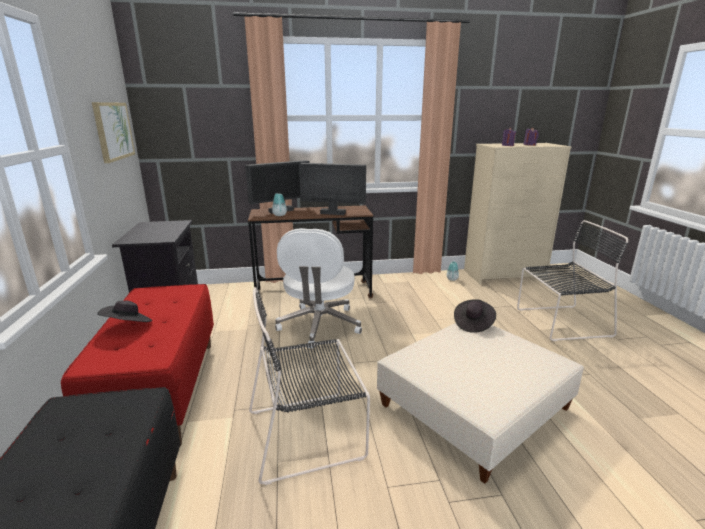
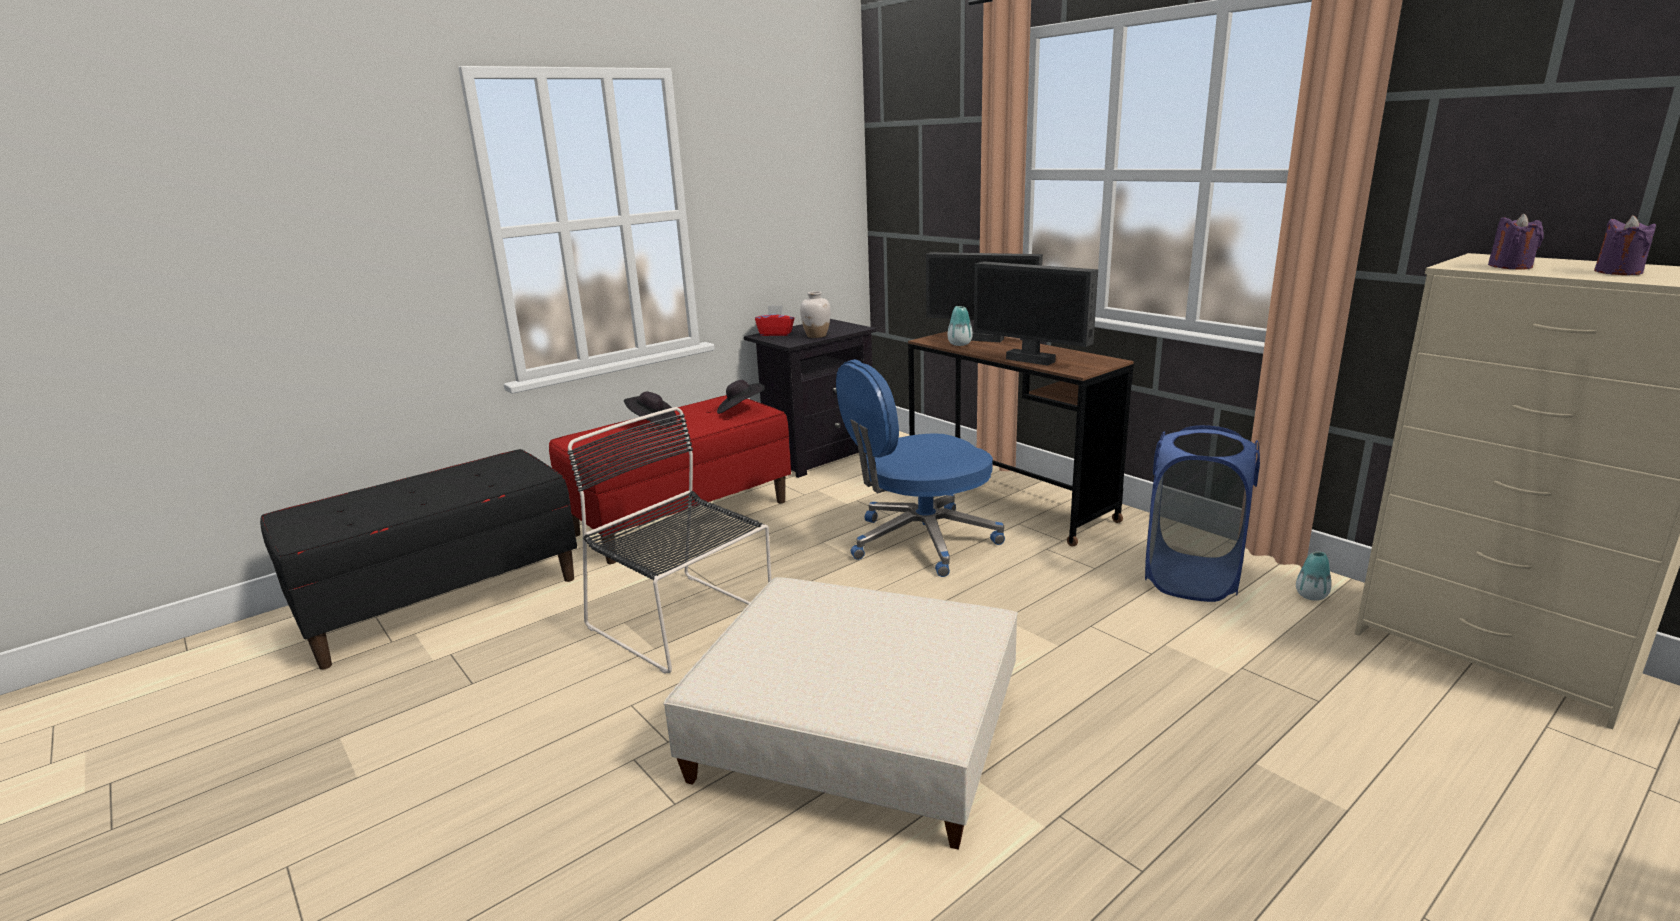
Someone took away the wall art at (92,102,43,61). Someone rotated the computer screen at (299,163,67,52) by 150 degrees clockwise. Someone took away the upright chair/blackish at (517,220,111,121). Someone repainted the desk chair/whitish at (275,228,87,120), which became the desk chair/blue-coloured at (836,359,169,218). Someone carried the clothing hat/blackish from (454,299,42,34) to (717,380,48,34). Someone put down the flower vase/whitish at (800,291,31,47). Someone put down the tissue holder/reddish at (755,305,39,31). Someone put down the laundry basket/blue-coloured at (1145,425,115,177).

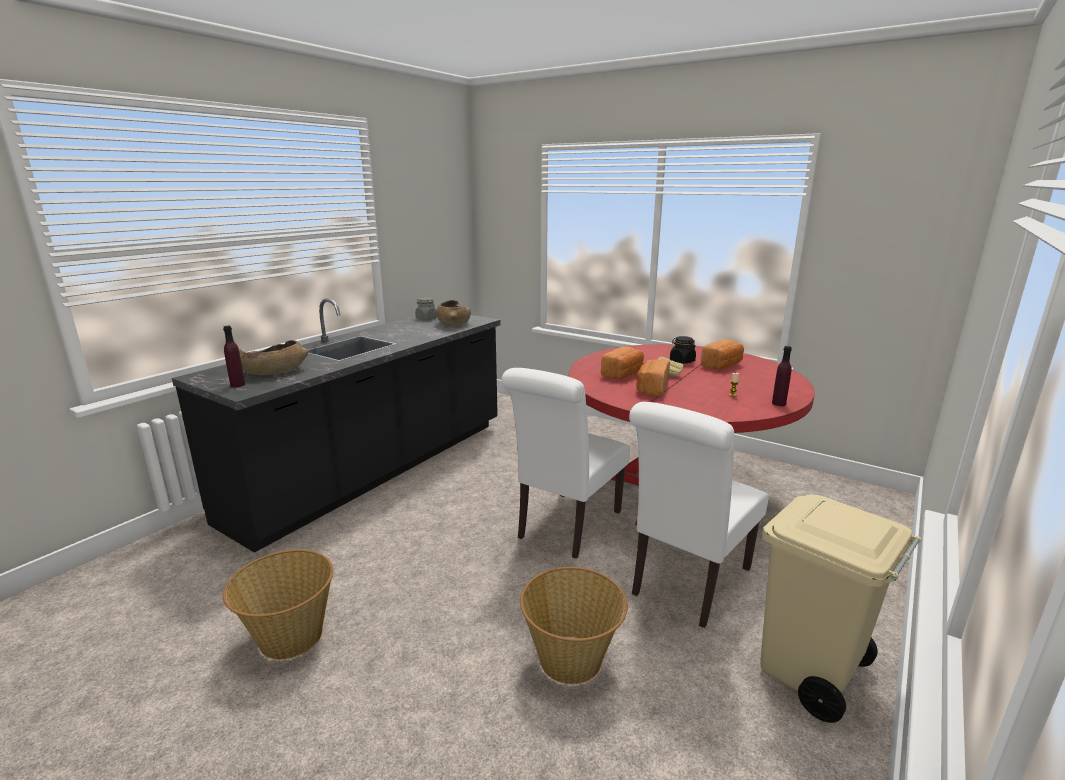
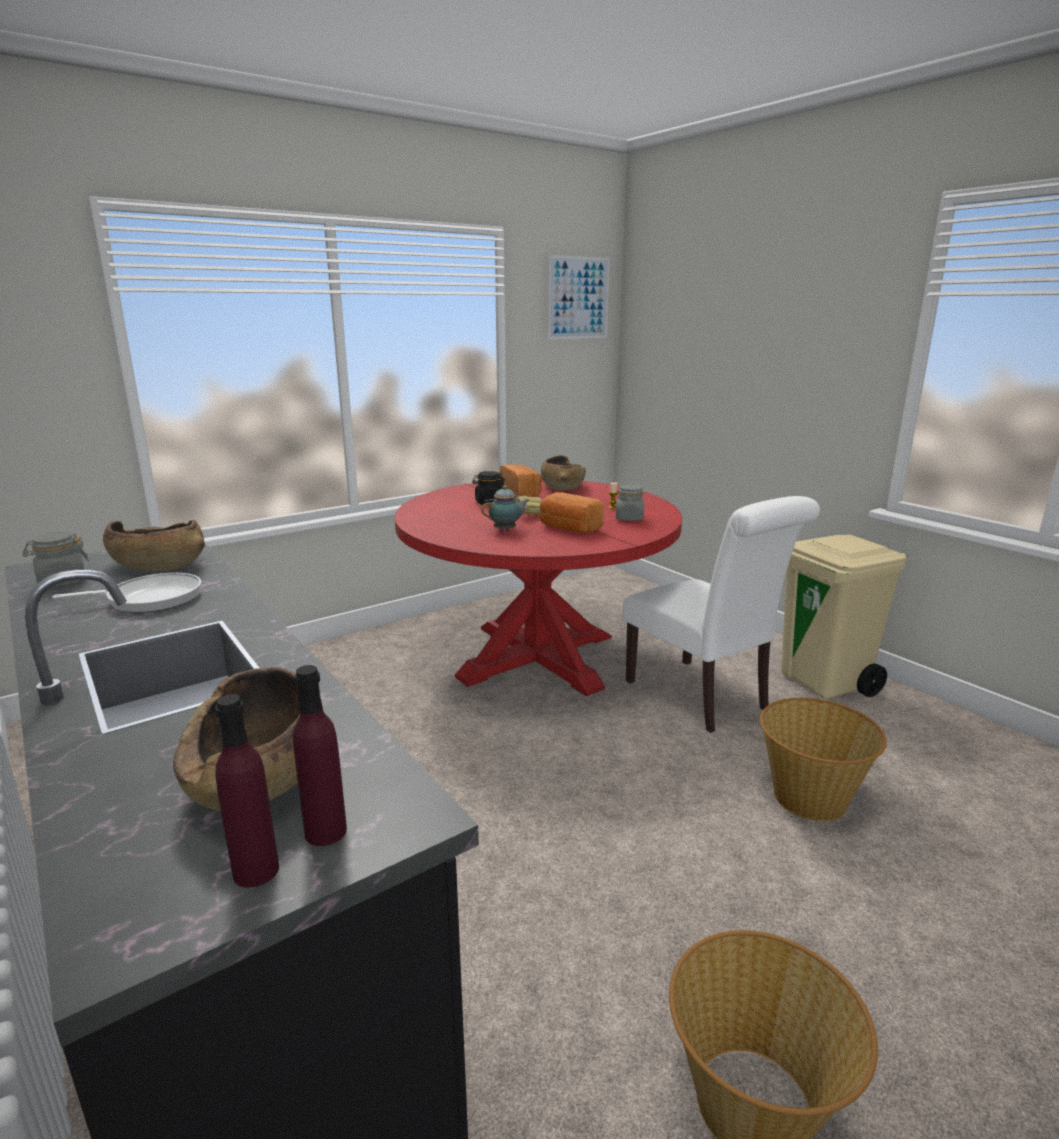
Someone swapped the bakery bread at (601,346,43,33) for the tea pot at (481,485,48,46). Someone carried the beverage bottle/purple from (772,346,20,60) to (215,694,64,194). Someone took away the upright chair/whitish at (501,368,129,191). Someone put up the wall art at (548,255,62,85). Someone put down the deep dish/brown at (541,455,45,35). Someone put down the preserve jar/gray at (616,484,28,37). Someone put down the skillet at (52,573,149,40).

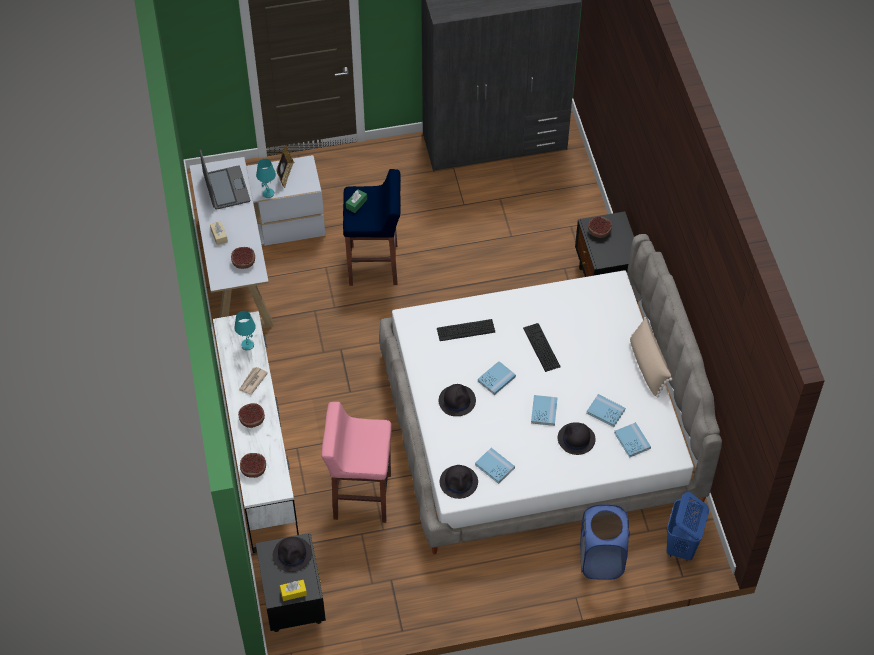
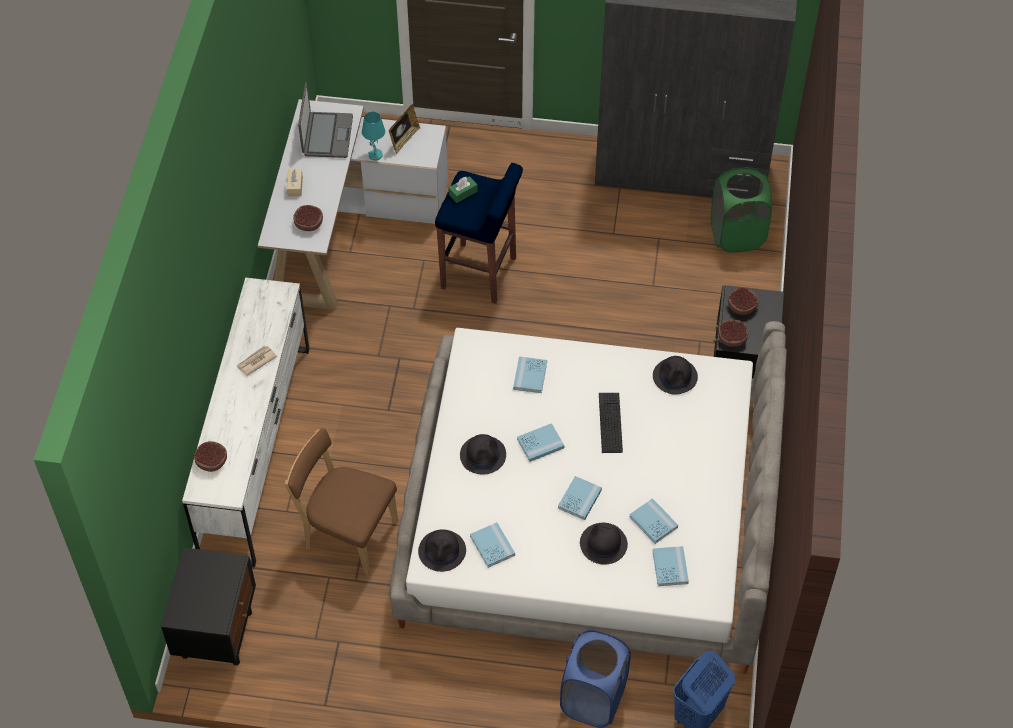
Someone took away the lamp for a table/turquoise at (234,311,22,39). Someone took away the cushion/sand-coloured at (630,317,42,80). Someone swapped the keyboard at (437,319,58,22) for the bound book/blue-coloured at (513,356,34,37). Someone swapped the sitting stool/pinkish at (321,402,71,121) for the upright chair/brown at (285,428,113,147). Someone carried the deep dish from (238,403,27,25) to (718,320,30,27). Someone carried the clothing hat/blackish from (273,537,39,35) to (653,356,45,39). Someone took away the tissue holder/yellow-coloured at (280,580,27,21). Someone put down the laundry basket/green-coloured at (711,167,61,86).

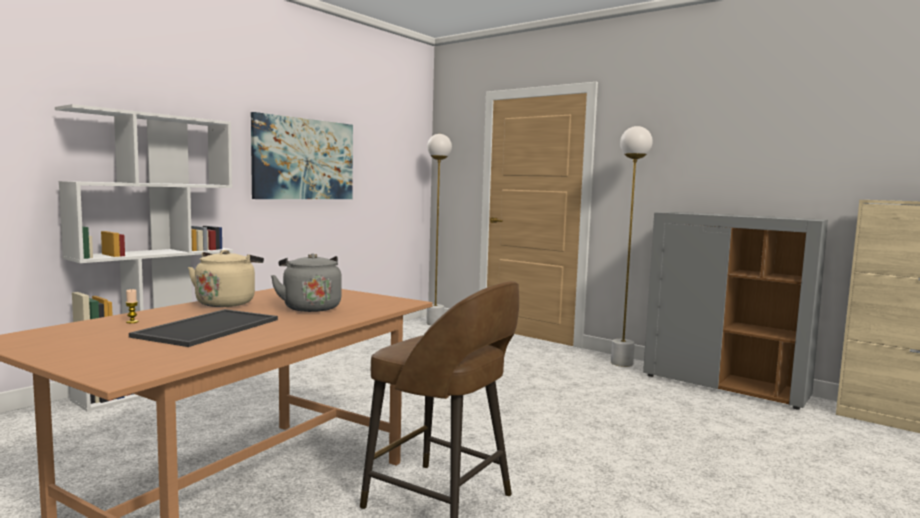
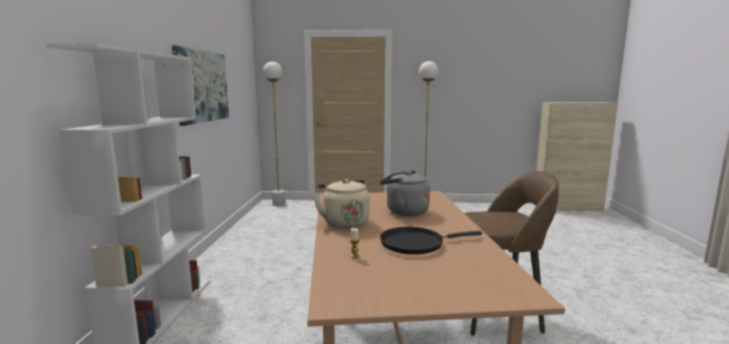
Someone took away the cabinet/gray at (643,212,185,197). Someone swapped the serving tray at (129,309,149,38) for the skillet/blackish at (380,227,102,28).

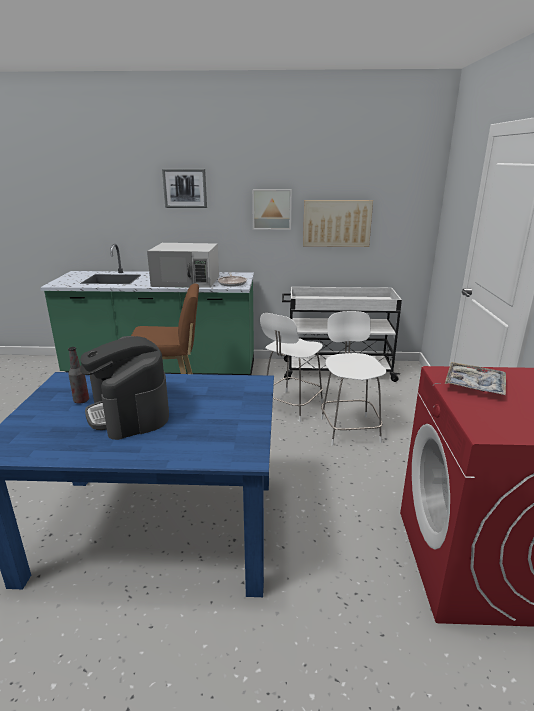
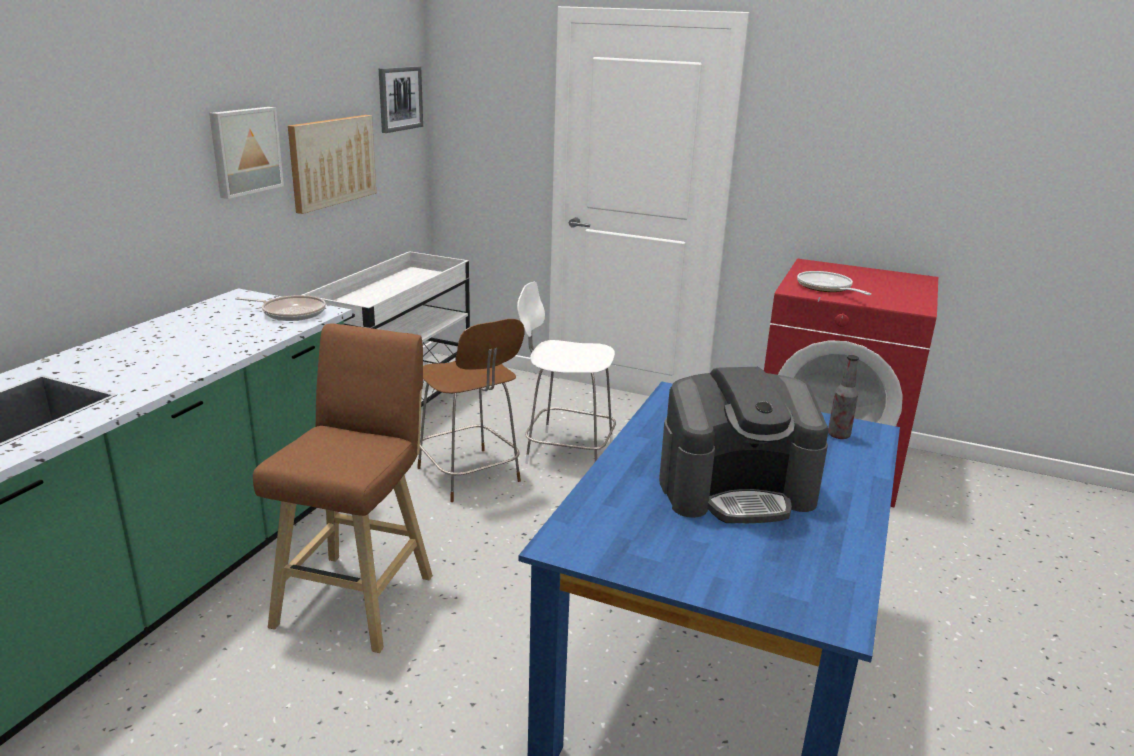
Someone carried the wall art from (162,169,45,39) to (379,66,44,67). Someone took away the microwave oven/whitish at (147,243,72,45). Someone repainted the sitting stool/whitish at (260,313,63,109), which became the sitting stool/brown at (417,319,108,183). Someone carried the beverage bottle from (68,347,21,57) to (828,355,31,84). Someone swapped the serving tray at (445,362,61,33) for the skillet at (797,271,74,24).

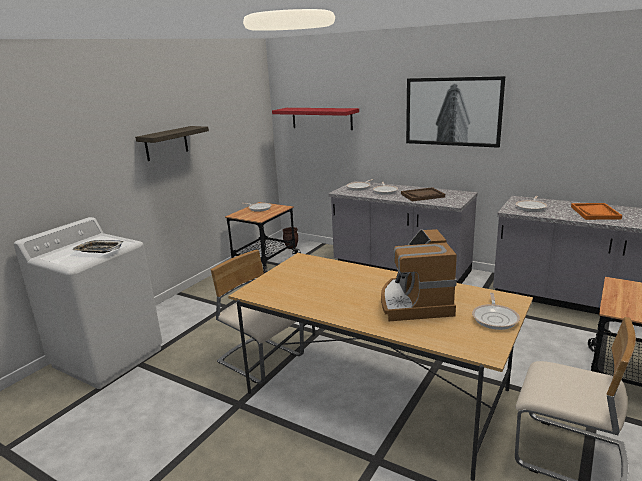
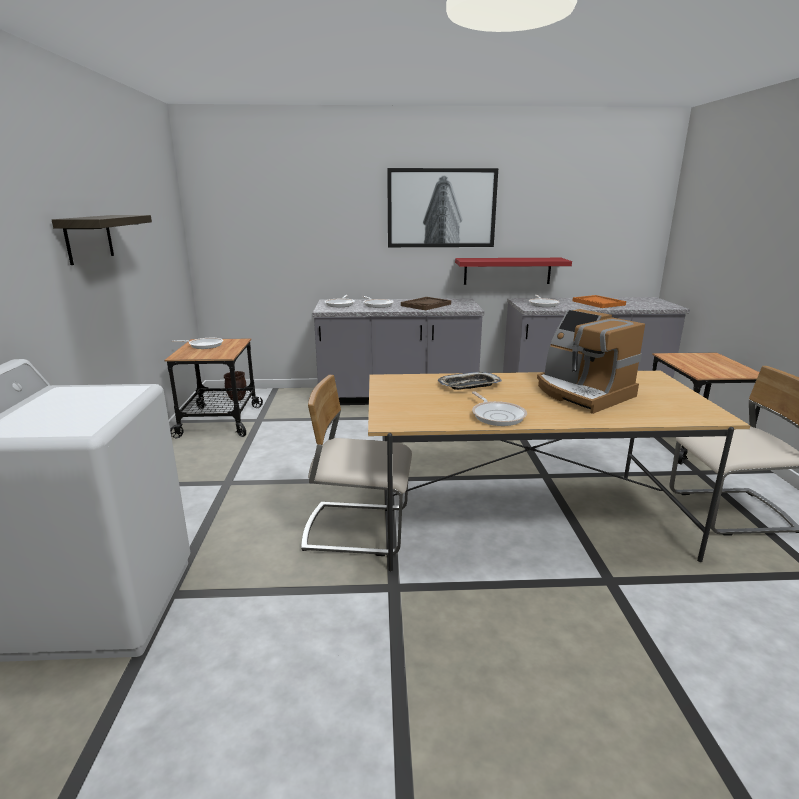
Someone carried the bracket shelf/reddish from (272,108,87,22) to (455,258,117,27). Someone carried the serving tray from (73,240,50,13) to (438,372,64,18). Someone carried the skillet from (472,293,48,37) to (472,392,55,34).

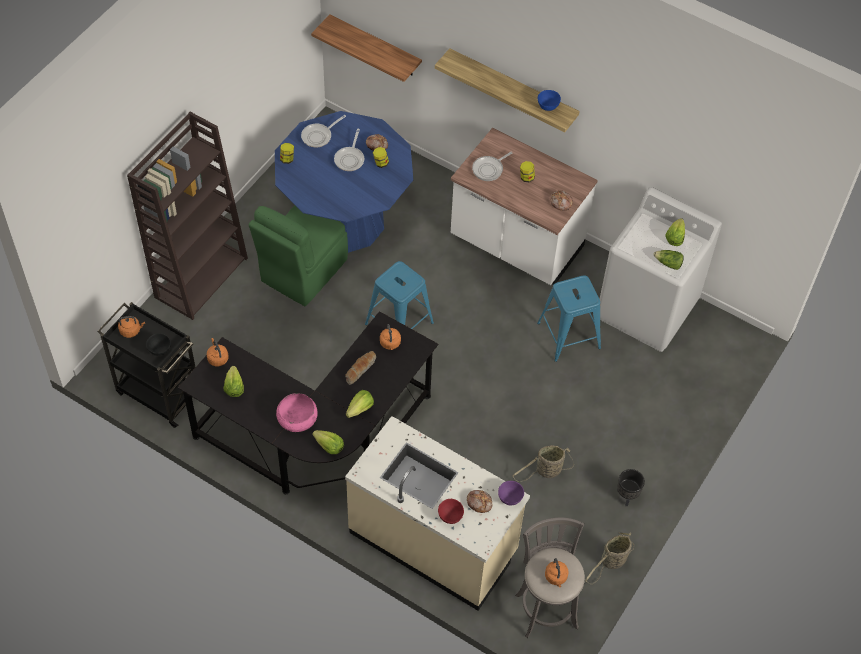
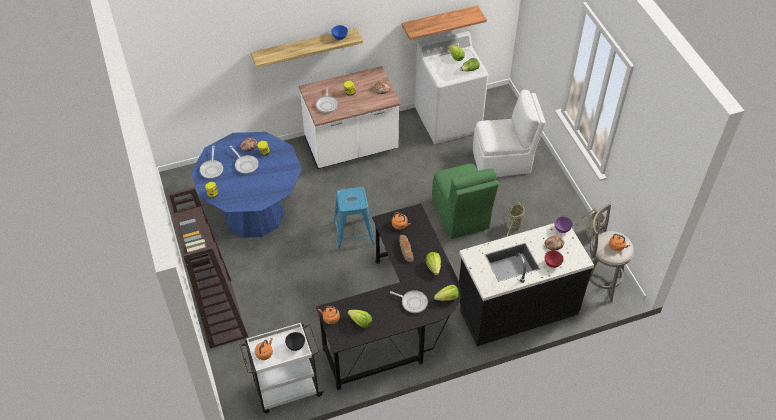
Someone carried the bracket shelf from (311,15,111,67) to (401,5,86,35). Someone carried the upright chair/green-coloured from (249,205,99,101) to (432,163,67,76). Someone took away the sitting stool/blue-coloured at (537,275,64,87). Someone repainted the cart/blackish at (97,302,98,126), which became the cart/whitish at (239,322,85,91). Someone swapped the deep dish/pinkish at (276,393,42,39) for the skillet at (390,290,38,23). Someone repainted the counter/sand-coloured at (345,416,185,195), which became the counter/blackish at (459,223,135,123). Someone took away the flower pot/blackish at (617,469,28,37). Someone put down the upright chair/whitish at (473,90,73,87).

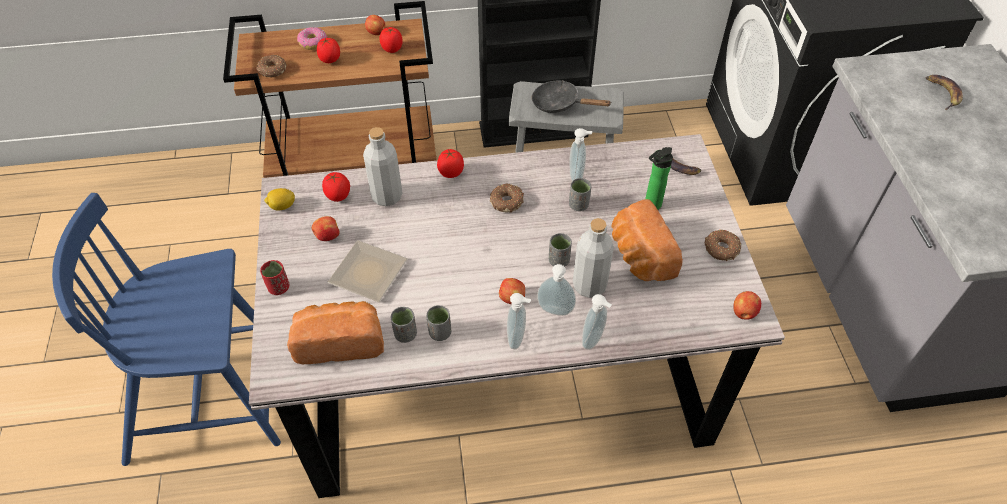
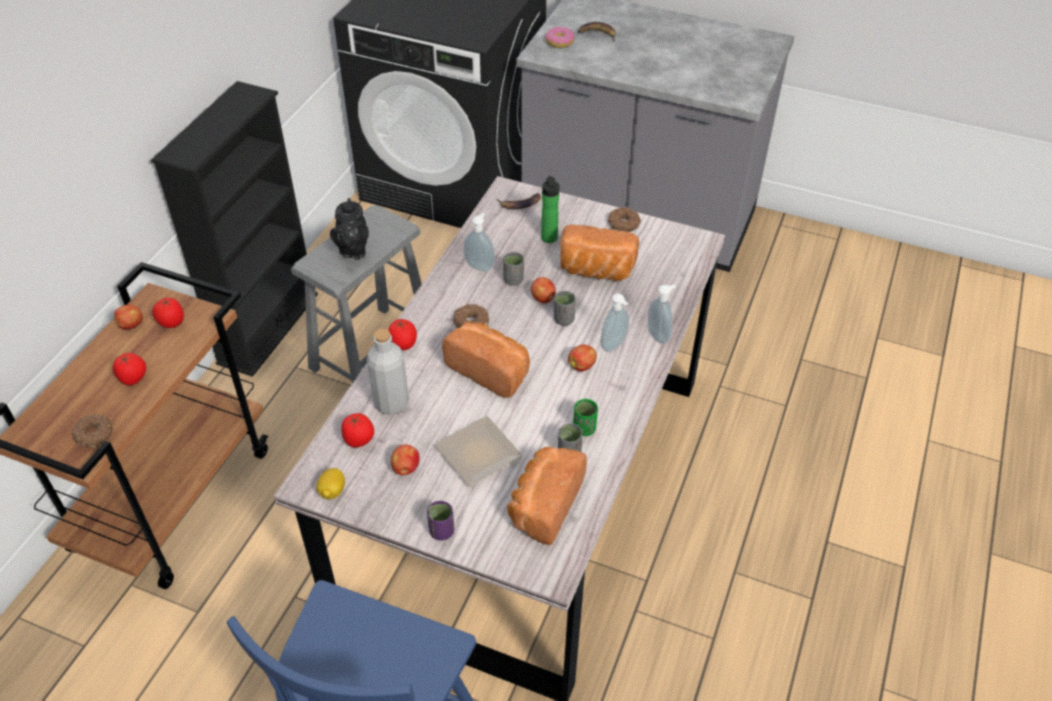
Someone carried the donut from (297,27,30,23) to (545,27,29,21). Someone swapped the skillet/blackish at (532,80,80,33) for the tea pot/blackish at (330,198,39,61). Someone took away the beverage bottle/gray at (573,218,41,80). Someone repainted the cup/reddish at (260,260,29,35), which became the cup/purple at (427,501,27,40). Someone carried the apple from (733,291,28,29) to (531,277,25,26). Someone took away the soap dispenser at (507,293,24,56). Someone repainted the cup/gray at (426,305,25,36), which became the cup/green-coloured at (573,399,25,37). Someone put down the bakery bread at (442,322,88,76).

